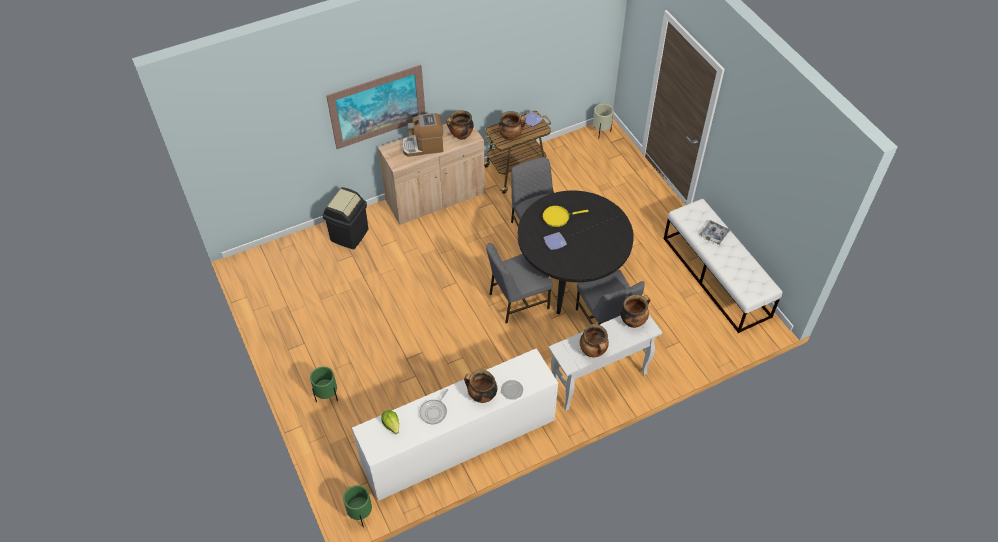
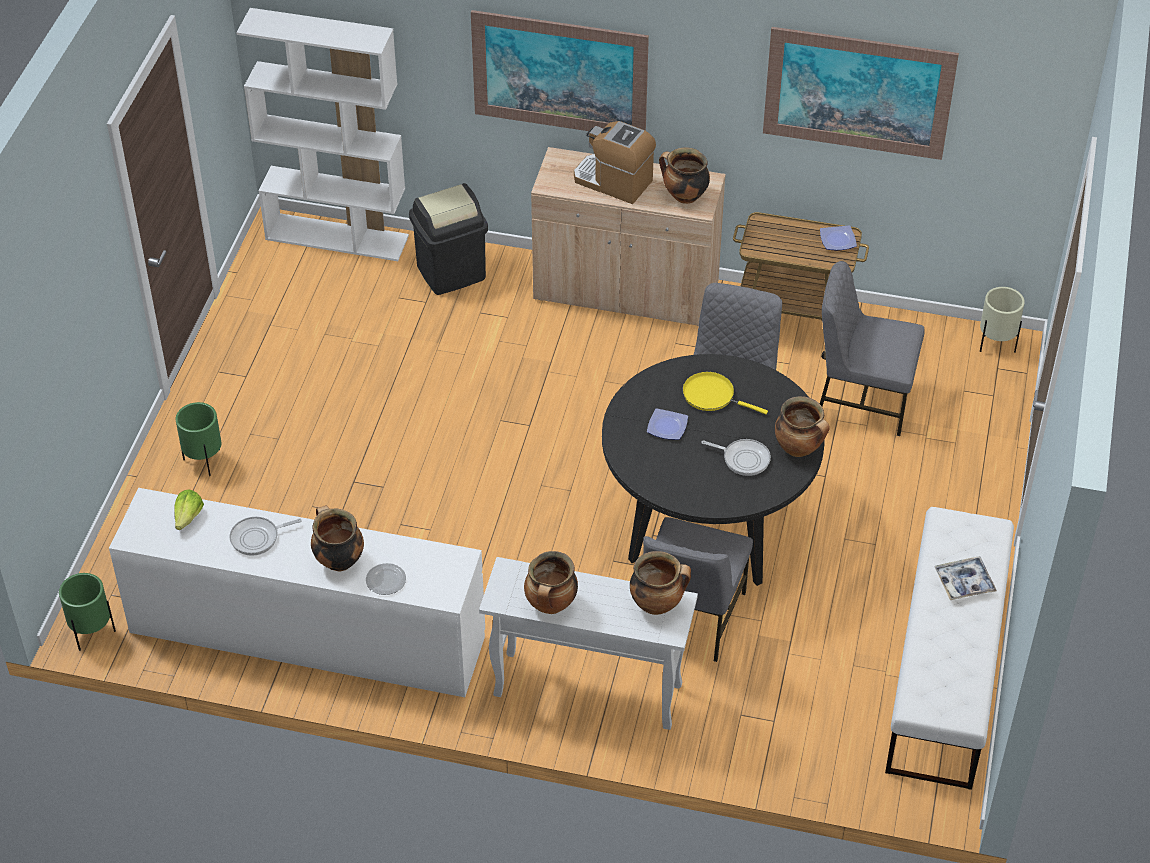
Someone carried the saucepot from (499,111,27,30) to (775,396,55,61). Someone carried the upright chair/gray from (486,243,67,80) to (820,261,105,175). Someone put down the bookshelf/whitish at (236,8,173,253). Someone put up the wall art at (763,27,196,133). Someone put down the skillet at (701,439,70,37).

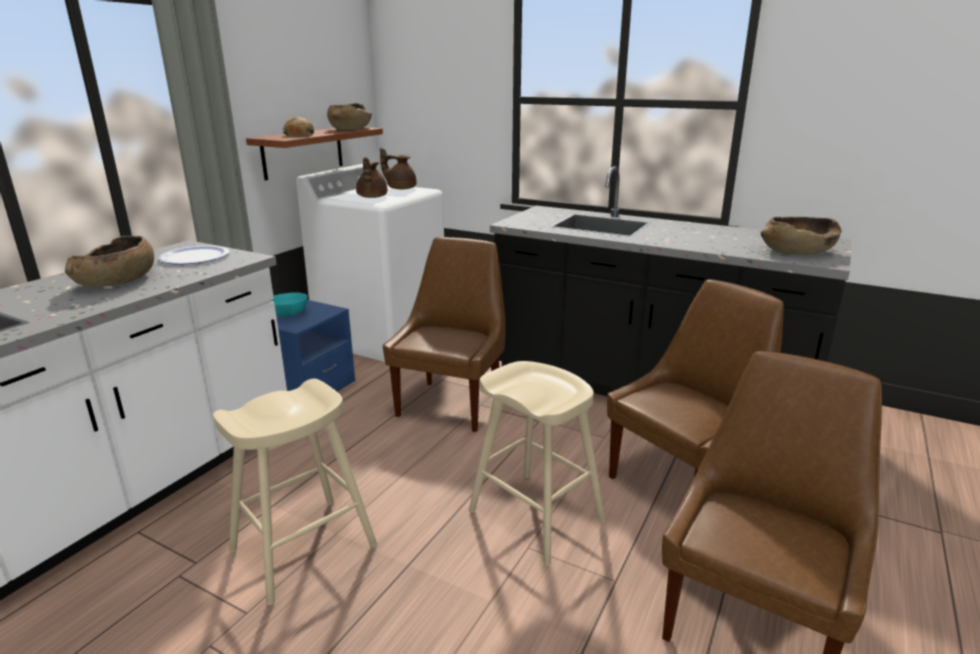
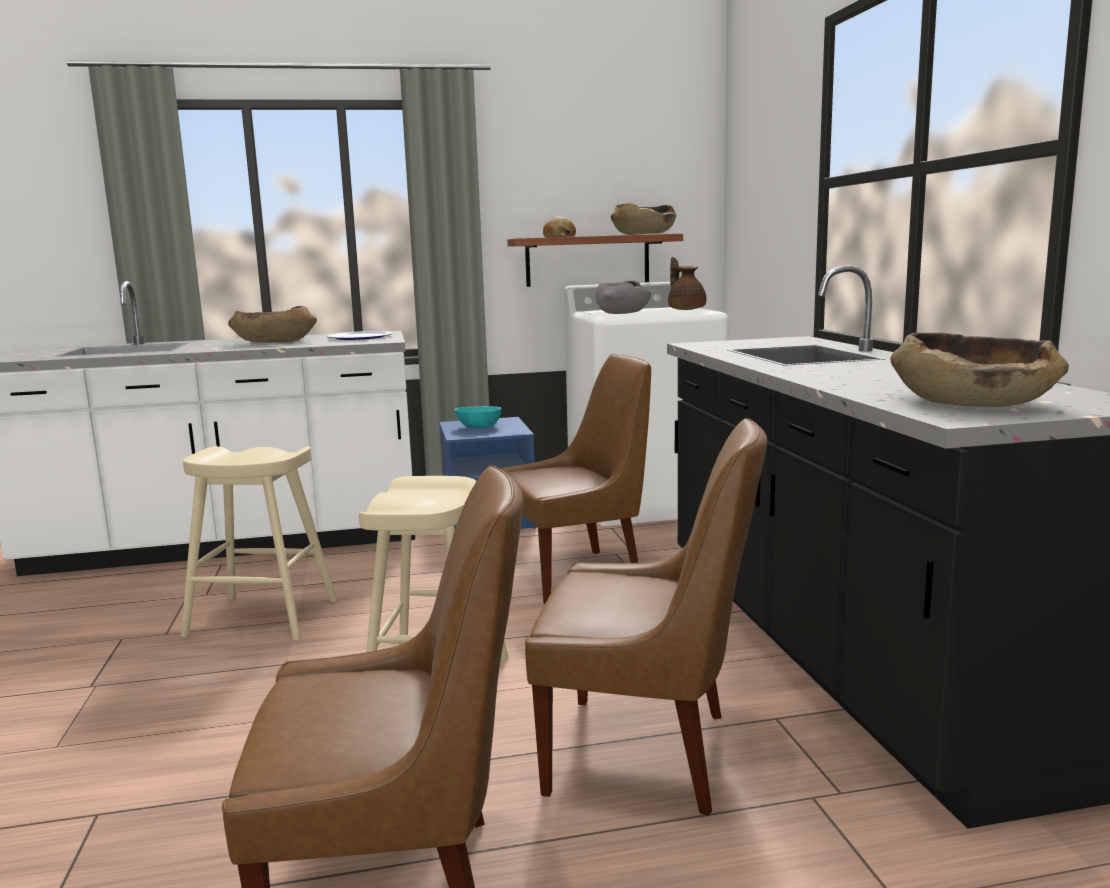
Someone swapped the tea pot/brown at (356,157,31,41) for the deep dish/gray at (595,280,56,34).

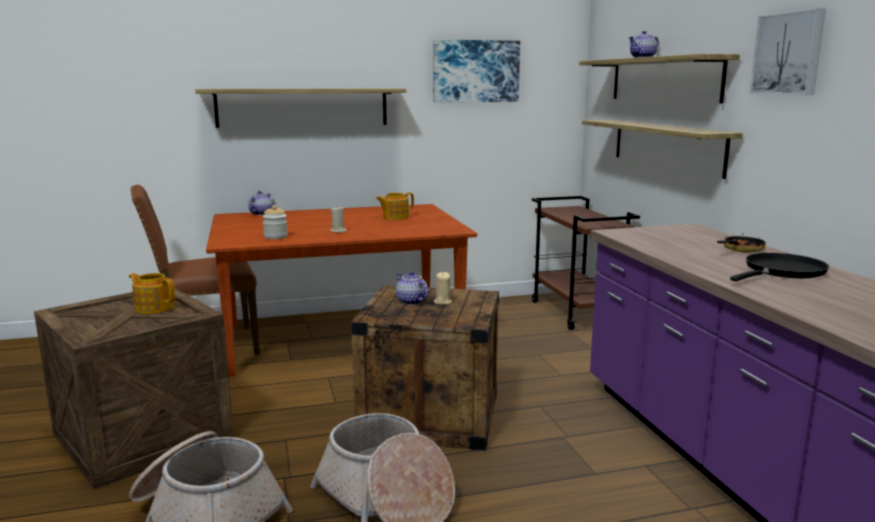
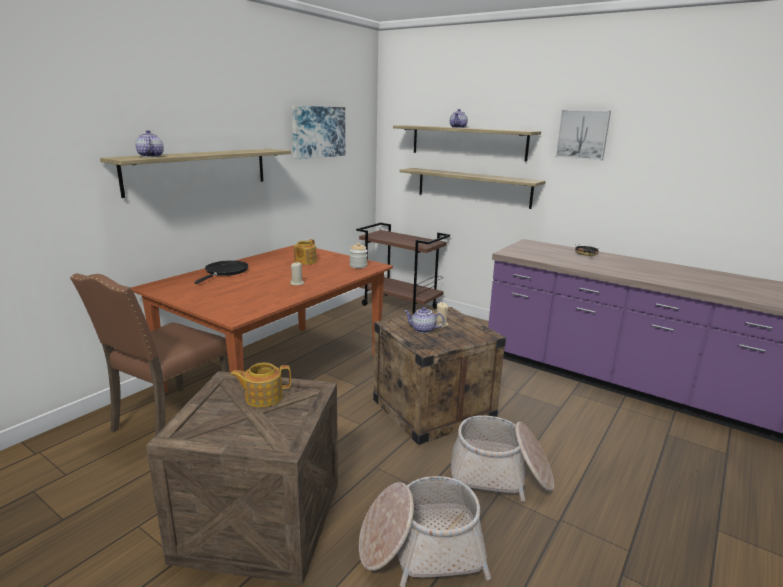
Someone carried the tea pot from (248,191,24,24) to (135,130,29,27). Someone carried the preserve jar from (262,205,26,34) to (350,243,17,25). Someone carried the skillet/blackish from (730,253,99,28) to (194,260,54,24).

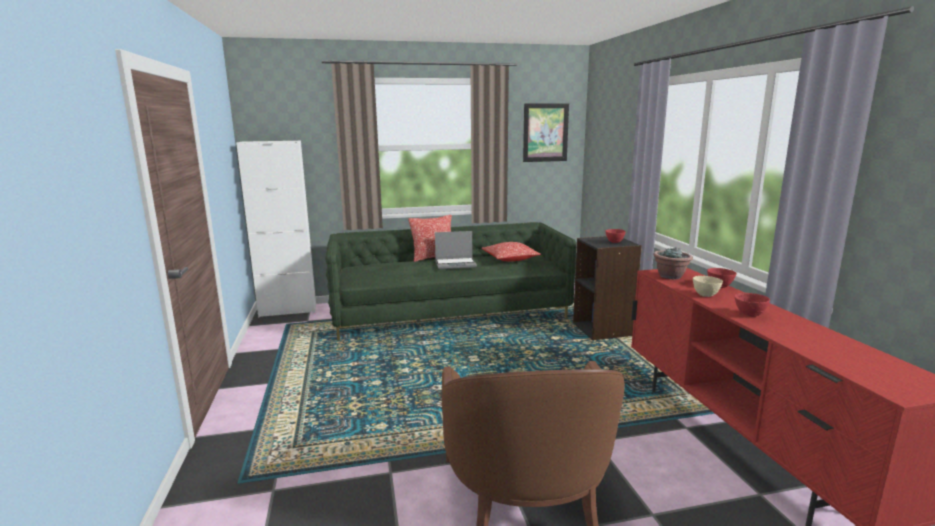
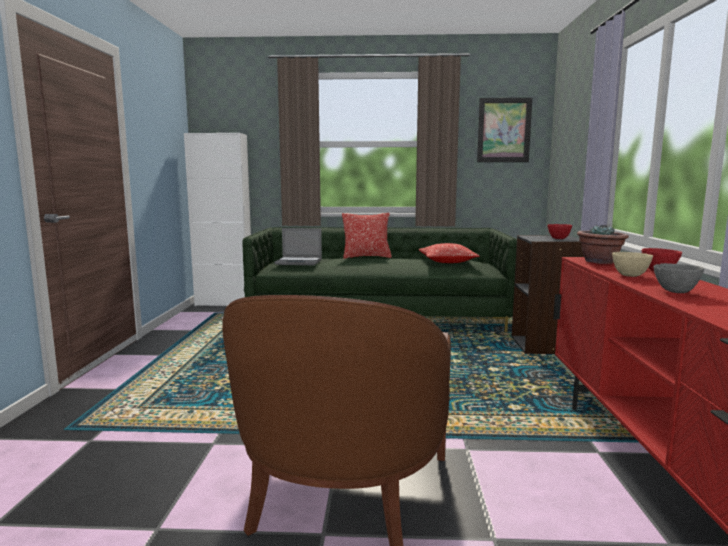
Someone carried the laptop from (435,231,42,38) to (274,228,48,37). Someone repainted the deep dish/reddish at (735,293,35,24), which became the deep dish/gray at (653,263,51,30).

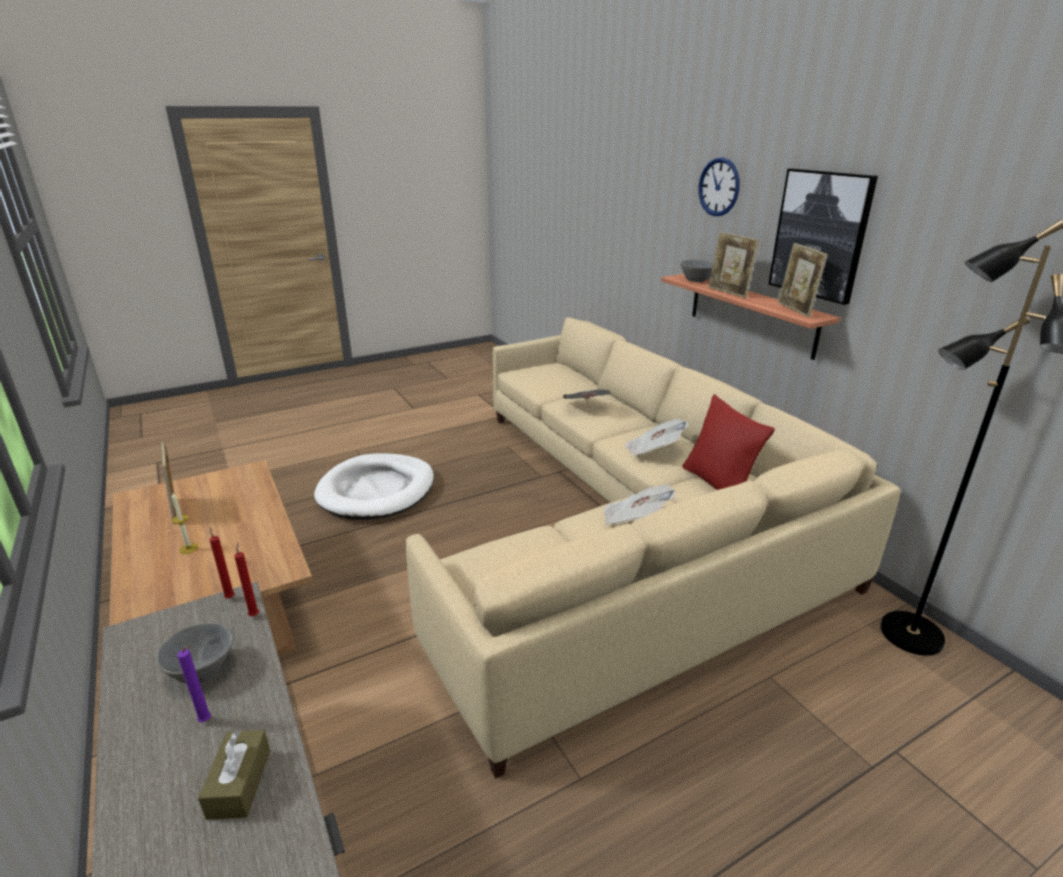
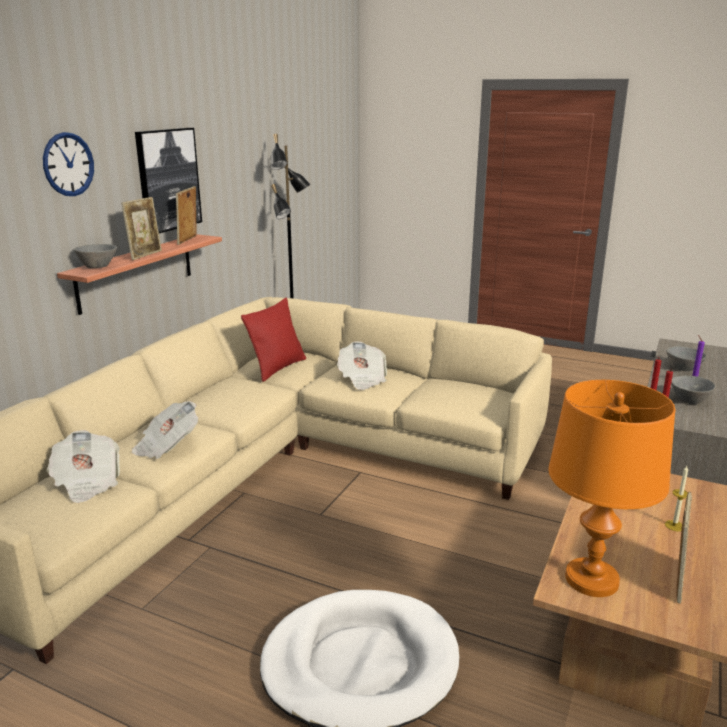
Someone rotated the photo frame at (778,243,50,74) by 150 degrees clockwise. Someone carried the printed paper from (625,418,64,38) to (47,430,73,73). Someone swapped the tissue holder/brown at (198,730,72,90) for the deep dish/gray at (666,346,40,25). Someone put down the lamp for a table/orange-coloured at (548,380,127,217).

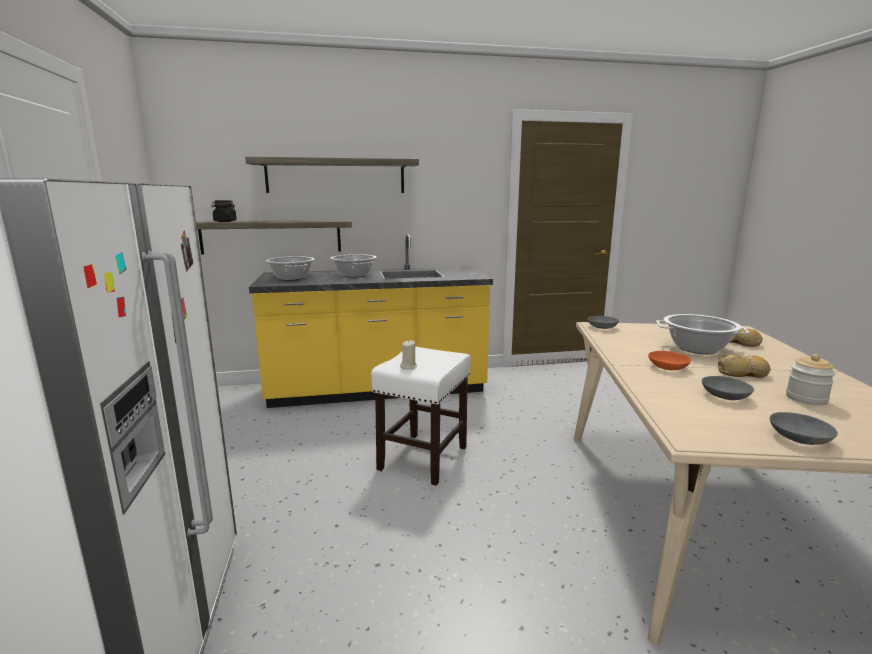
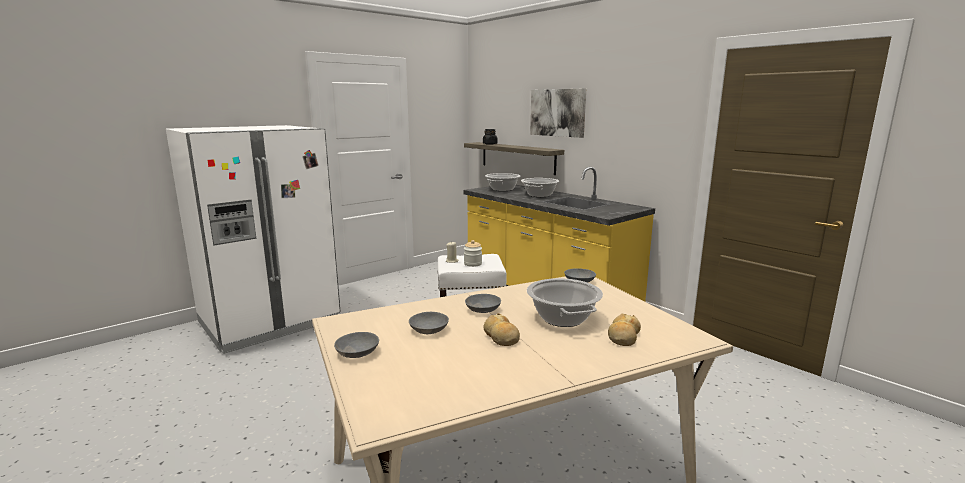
Someone swapped the bracket shelf at (245,157,174,36) for the wall art at (530,88,56,50). Someone repainted the deep dish/orange-coloured at (648,351,43,19), which became the deep dish/gray at (465,294,36,19). Someone carried the preserve jar from (786,354,50,52) to (464,240,18,27).

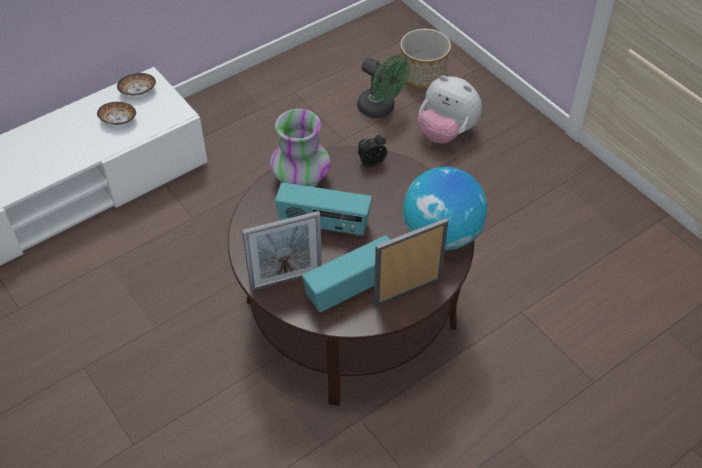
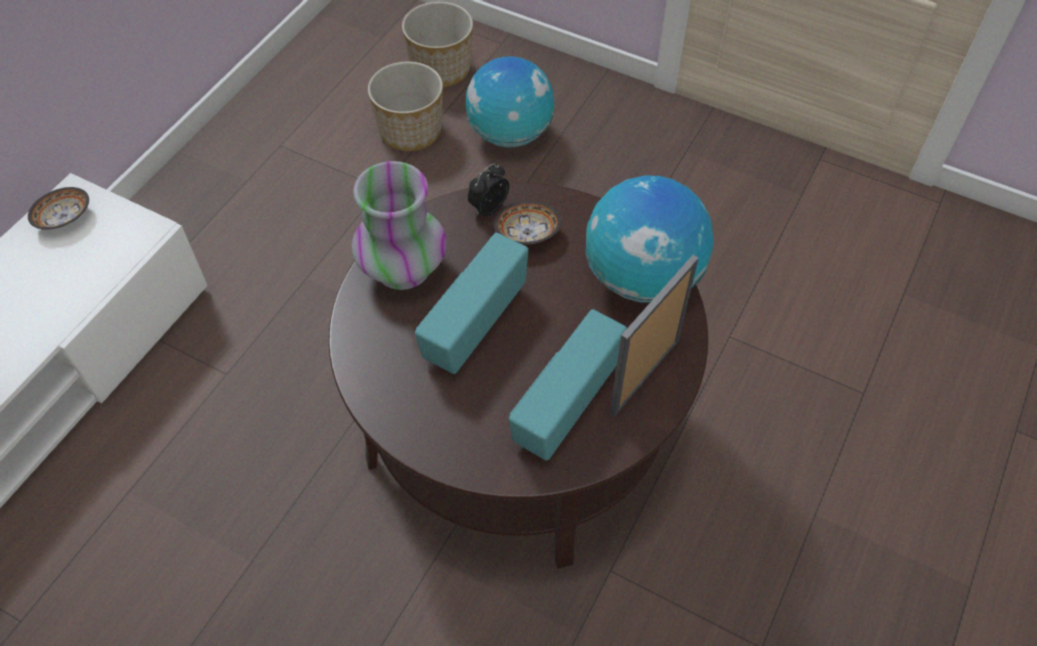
Someone swapped the electric fan/green-coloured at (357,55,52,63) for the flower pot at (368,62,75,89). Someone swapped the soft toy at (418,75,64,69) for the globe at (466,56,88,92). Someone carried the deep dish from (97,102,39,23) to (493,201,69,43). Someone rotated the radio at (275,182,97,54) by 135 degrees clockwise. Someone took away the photo frame at (242,211,80,80).

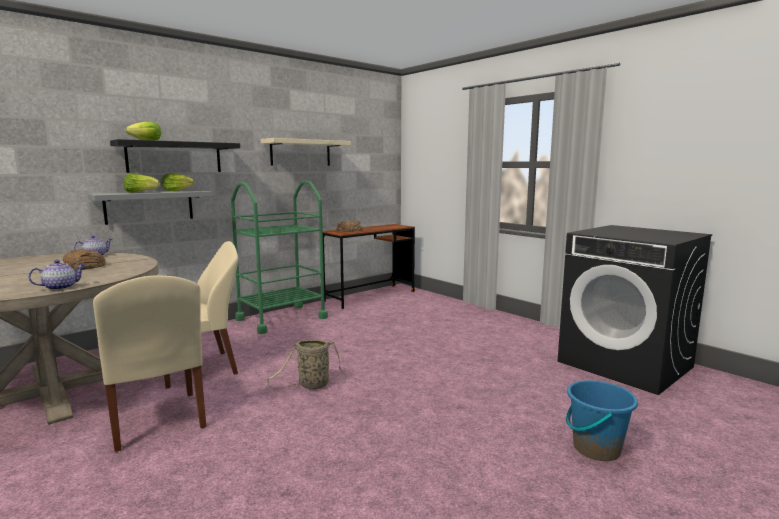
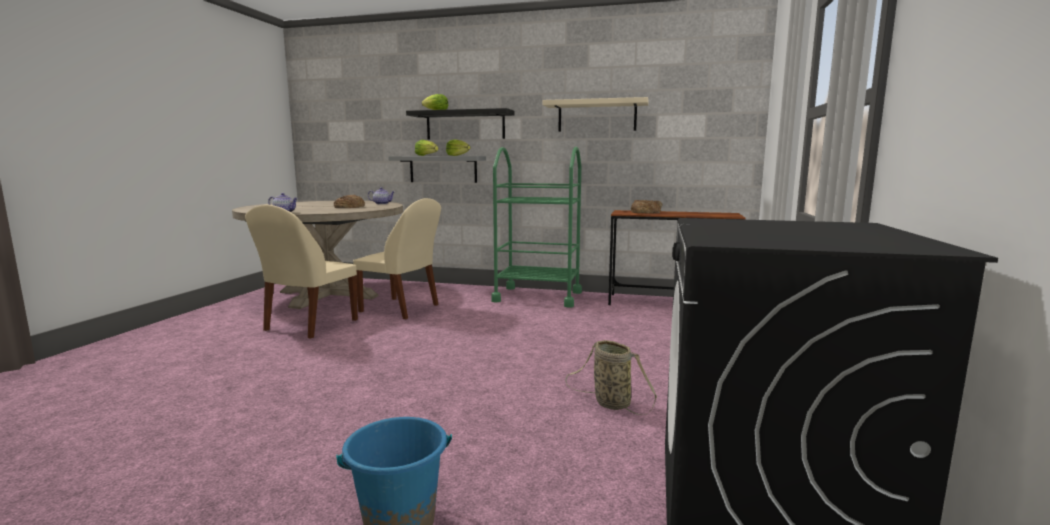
Someone carried the basket from (267,340,78,50) to (565,340,92,75).

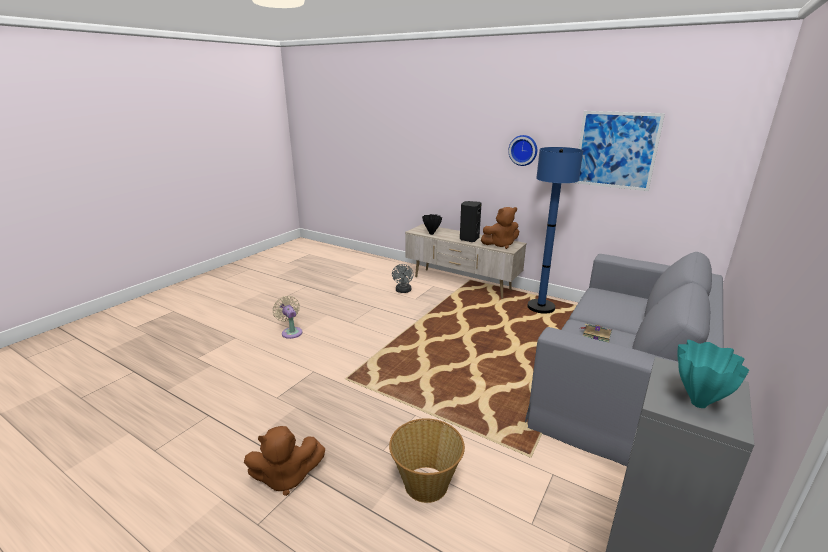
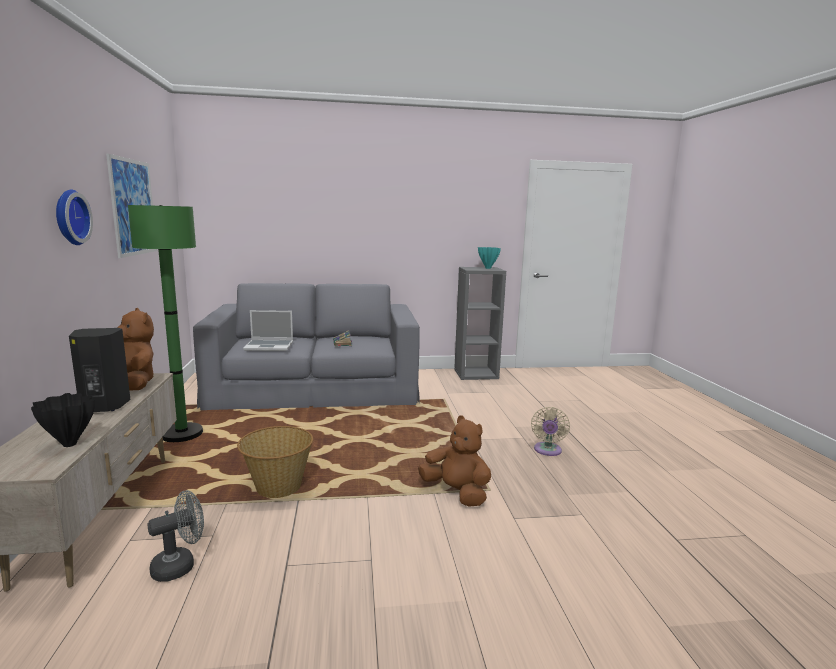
Someone repainted the standard lamp/blue-coloured at (527,147,56,167), which became the standard lamp/green-coloured at (128,205,75,237). Someone carried the electric fan/sand-coloured from (273,296,30,43) to (531,407,39,49). Someone carried the basket from (389,418,76,85) to (237,426,76,72). Someone carried the soft toy/brown from (244,426,81,70) to (418,415,73,92). Someone put down the laptop at (243,310,50,41).

